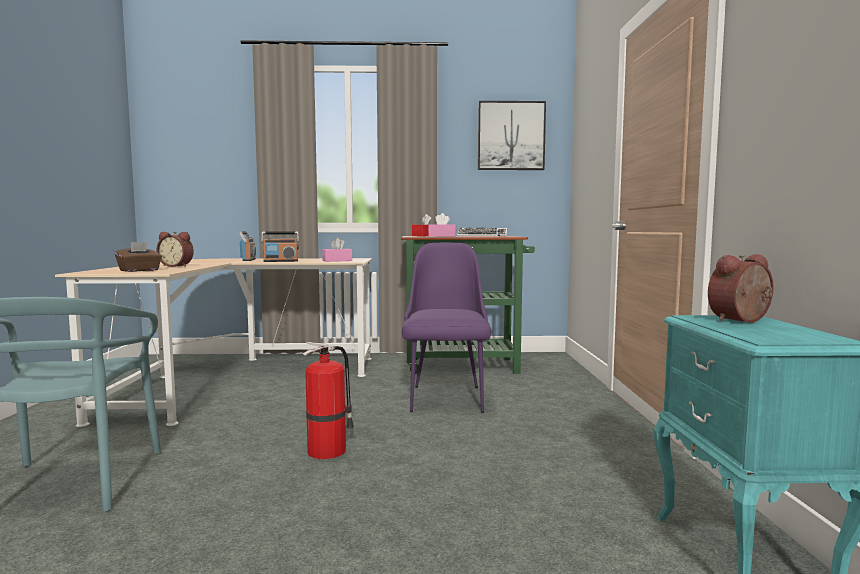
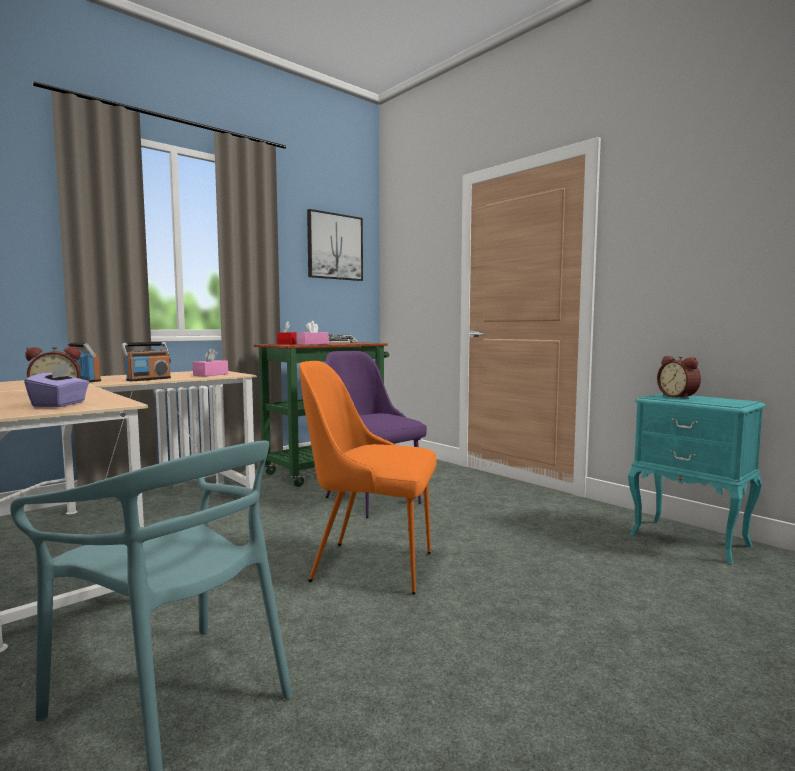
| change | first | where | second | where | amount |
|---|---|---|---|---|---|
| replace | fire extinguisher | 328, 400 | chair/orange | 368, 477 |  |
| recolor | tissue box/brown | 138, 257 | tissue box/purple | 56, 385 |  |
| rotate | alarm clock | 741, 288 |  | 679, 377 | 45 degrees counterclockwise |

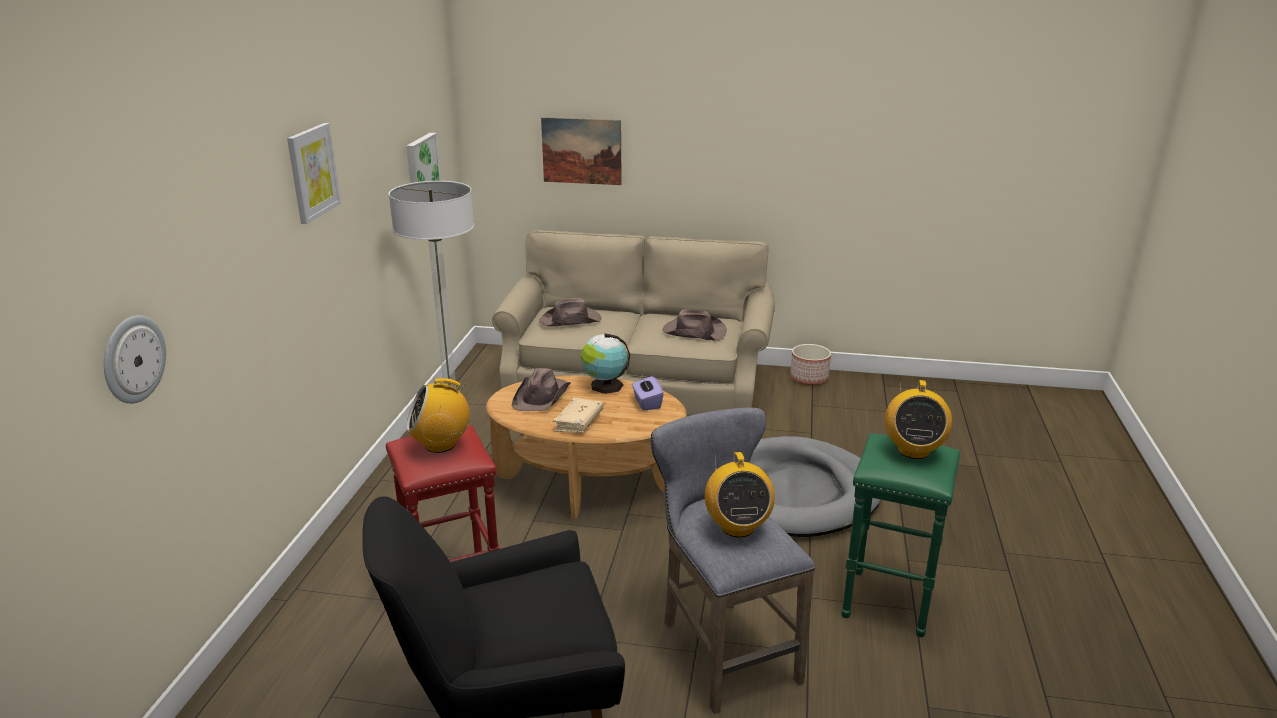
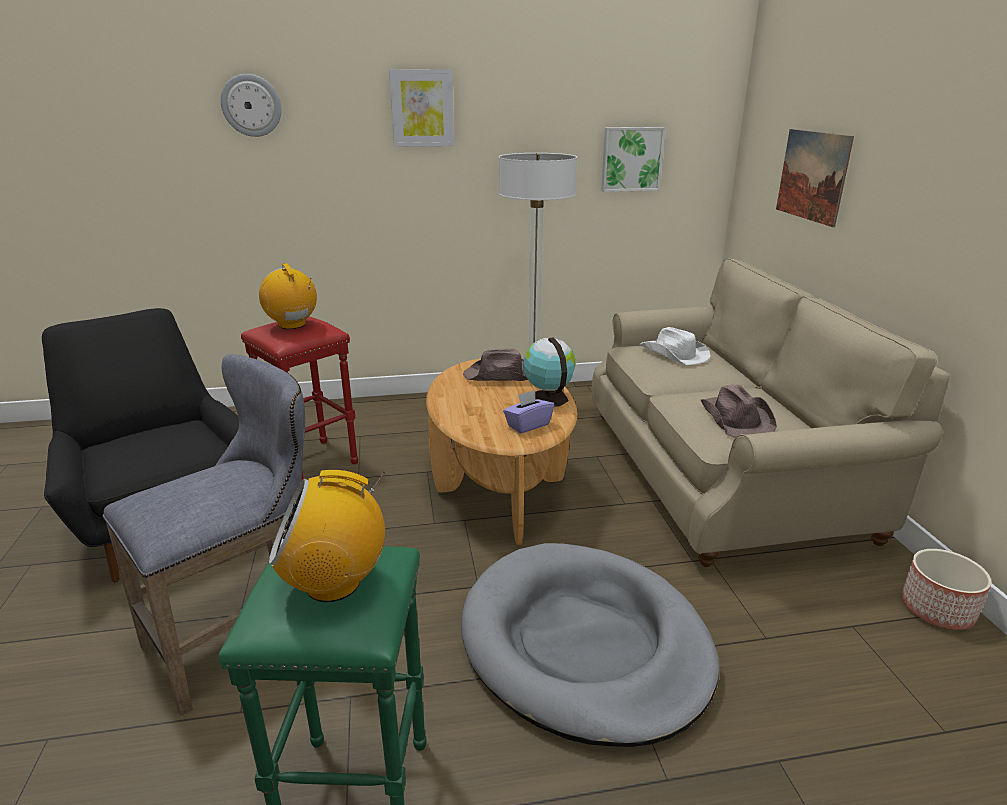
| change | first | where | second | where | amount |
|---|---|---|---|---|---|
| delete | book/beige | 578, 415 |  |  |  |
| delete | radio | 740, 495 |  |  |  |
| move | wall clock | 135, 359 |  | 251, 105 |  |
| recolor | hat/brown | 570, 312 | hat/white | 675, 346 |  |

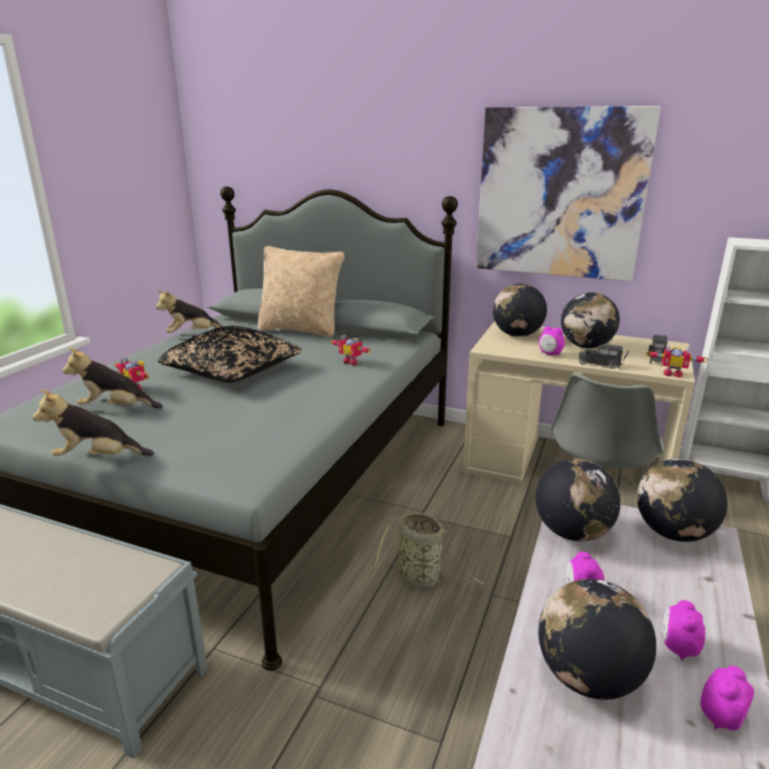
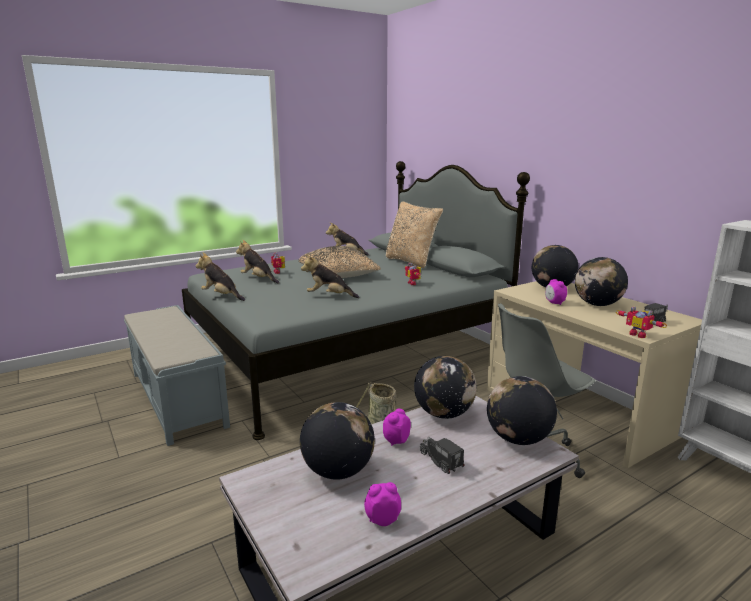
| change | first | where | second | where | amount |
|---|---|---|---|---|---|
| delete | picture | 568, 193 |  |  |  |
| delete | alarm clock | 683, 630 |  |  |  |
| insert |  |  | plush toy | 330, 276 |  |
| move | toy truck | 603, 356 |  | 442, 455 |  |
| recolor | pillow/black | 230, 354 | pillow/beige | 339, 262 |  |

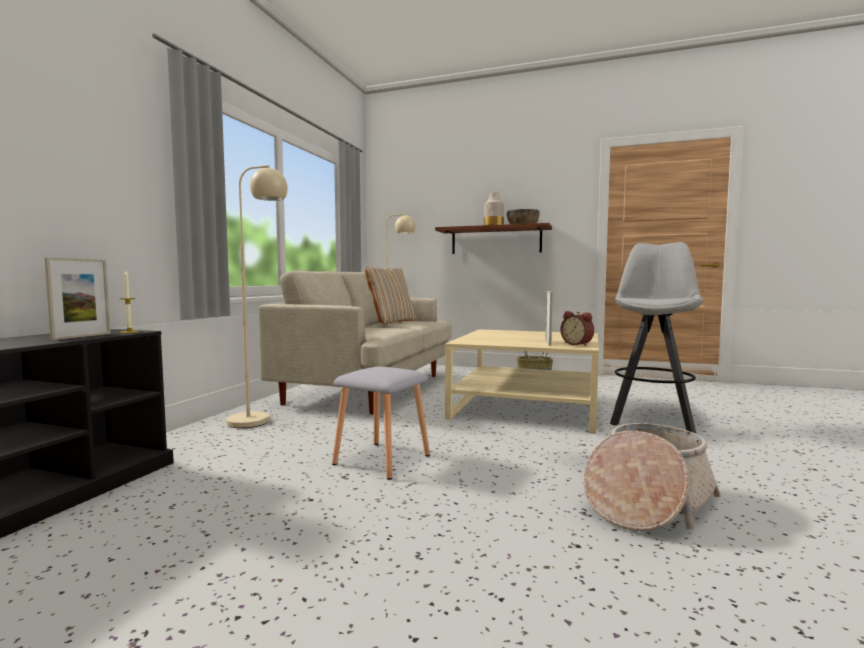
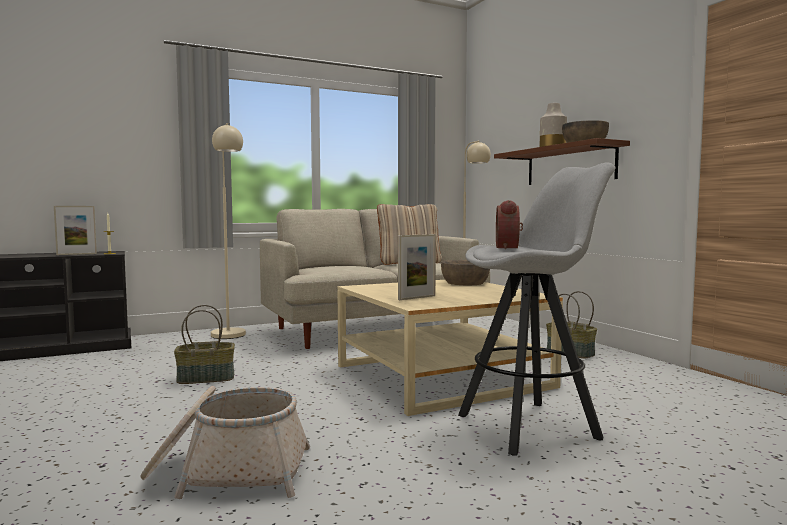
| change | first | where | second | where | amount |
|---|---|---|---|---|---|
| insert |  |  | bowl/brown | 465, 272 |  |
| move | alarm clock | 577, 328 |  | 509, 224 |  |
| replace | stool/grey | 381, 423 | basket | 204, 344 |  |

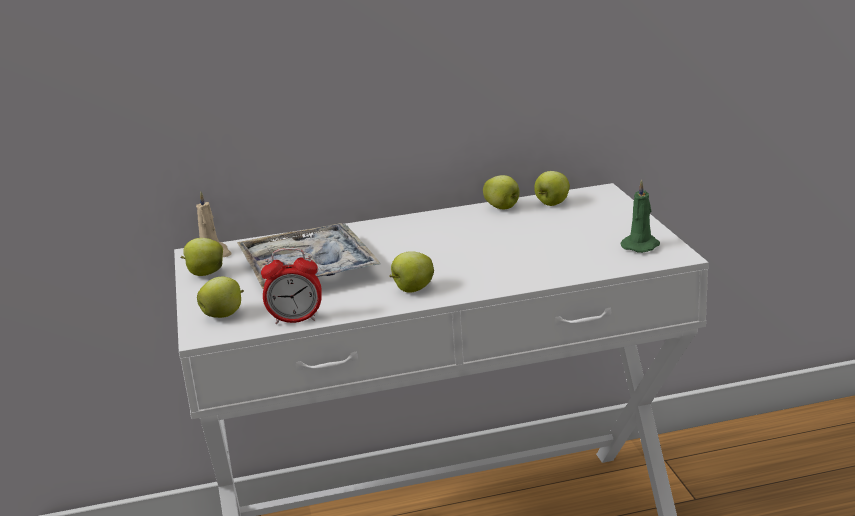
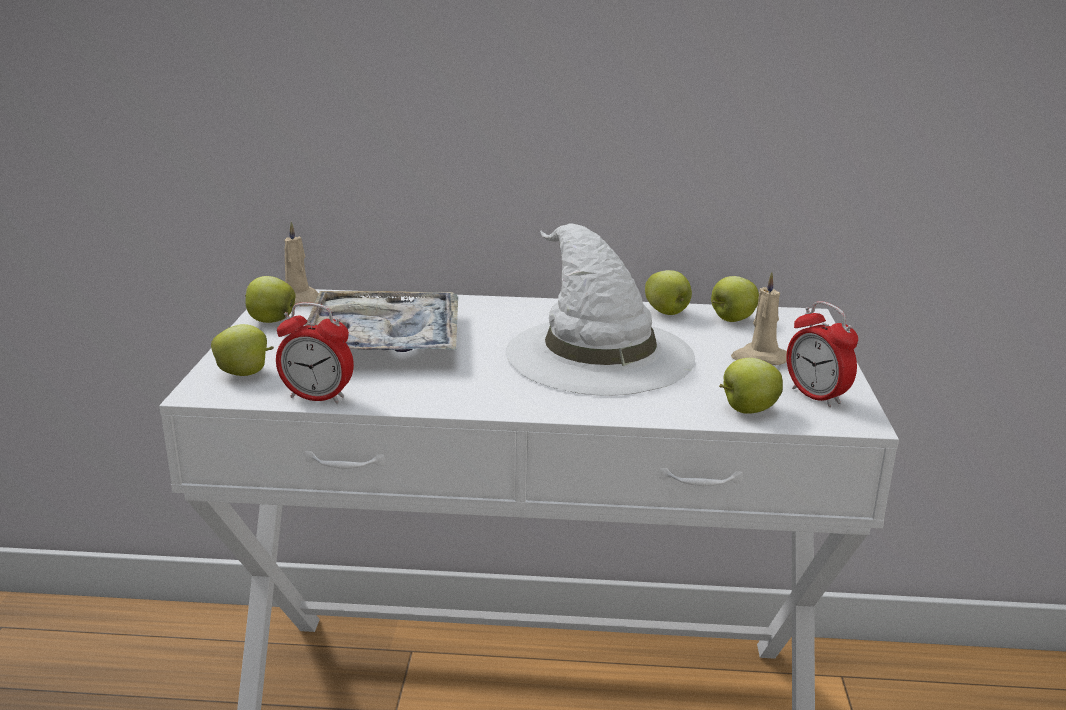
| change | first | where | second | where | amount |
|---|---|---|---|---|---|
| insert |  |  | hat/white | 600, 310 |  |
| insert |  |  | candle/beige | 759, 318 |  |
| move | apple | 411, 272 |  | 751, 386 |  |
| replace | candle/green | 640, 216 | alarm clock | 822, 354 |  |

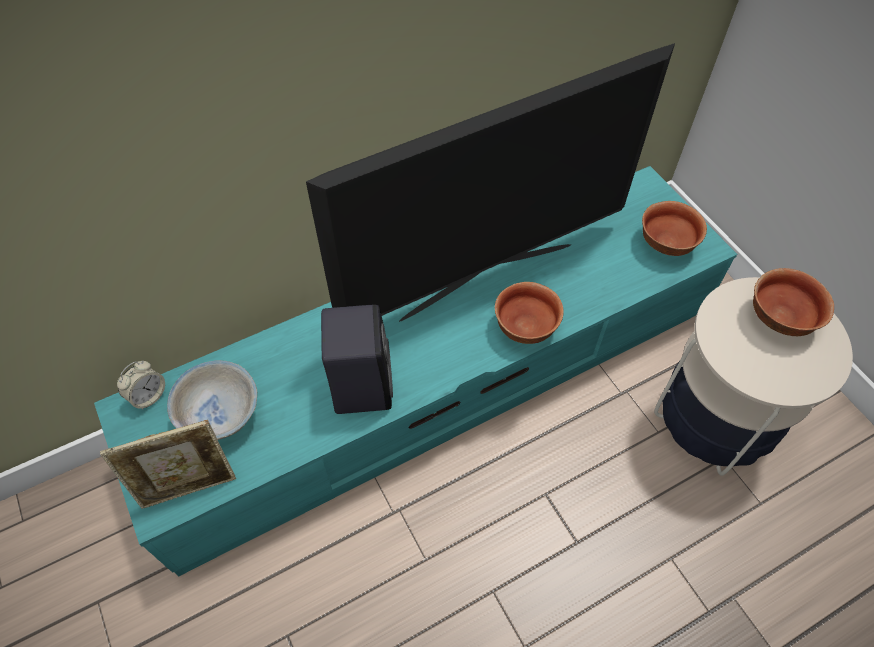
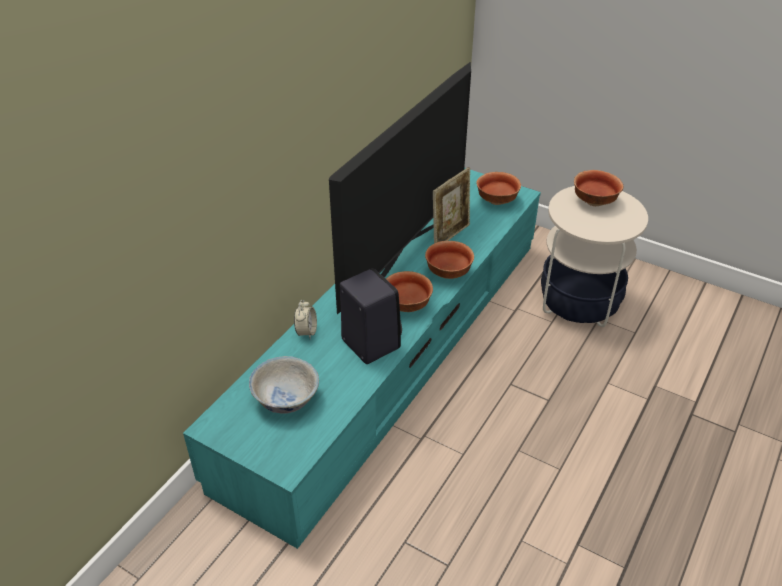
| change | first | where | second | where | amount |
|---|---|---|---|---|---|
| insert |  |  | bowl | 409, 291 |  |
| move | picture frame | 168, 464 |  | 451, 205 |  |
| move | alarm clock | 141, 385 |  | 305, 319 |  |

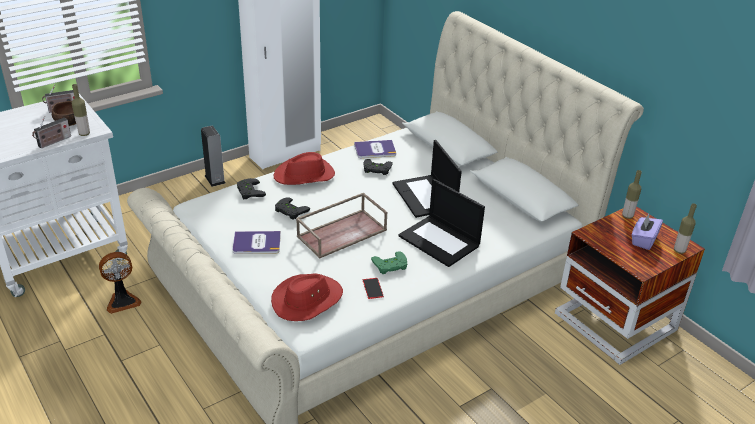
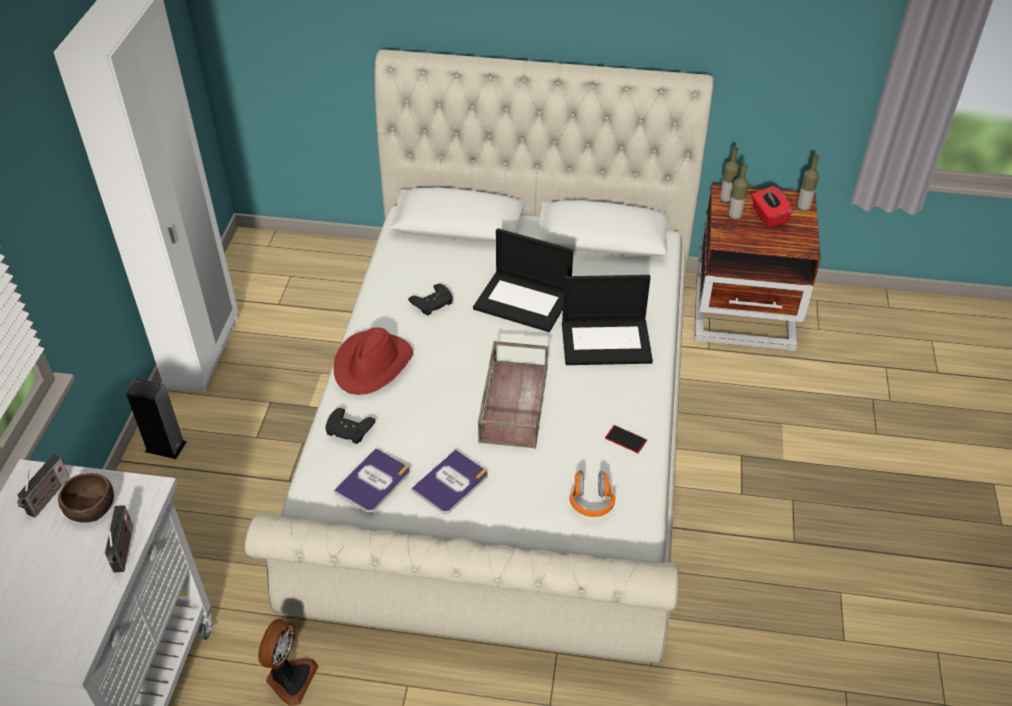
| change | first | where | second | where | amount |
|---|---|---|---|---|---|
| delete | game controller/black | 292, 208 |  |  |  |
| delete | game controller/green | 389, 262 |  |  |  |
| move | bottle | 81, 110 |  | 738, 191 |  |
| move | book | 375, 149 |  | 372, 480 |  |
| replace | hat/red | 307, 297 | headphones/orange | 592, 493 |  |
| recolor | tissue box/purple | 647, 232 | tissue box/red | 772, 206 |  |

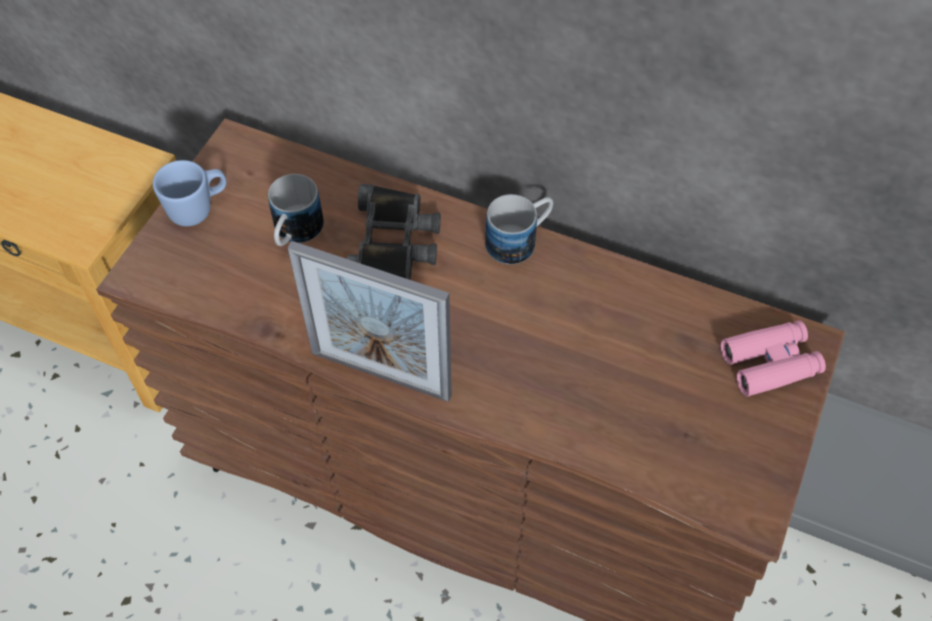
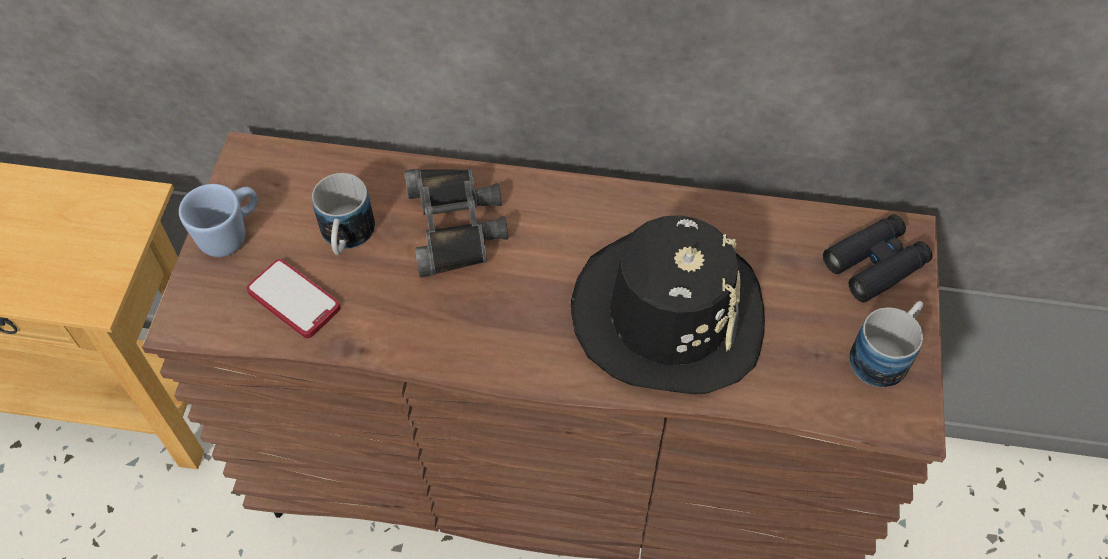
| change | first | where | second | where | amount |
|---|---|---|---|---|---|
| delete | picture frame | 370, 321 |  |  |  |
| insert |  |  | phone | 293, 298 |  |
| insert |  |  | hat/black | 668, 305 |  |
| move | mug | 519, 229 |  | 886, 344 |  |
| recolor | binoculars/pink | 773, 358 | binoculars/black | 878, 258 |  |

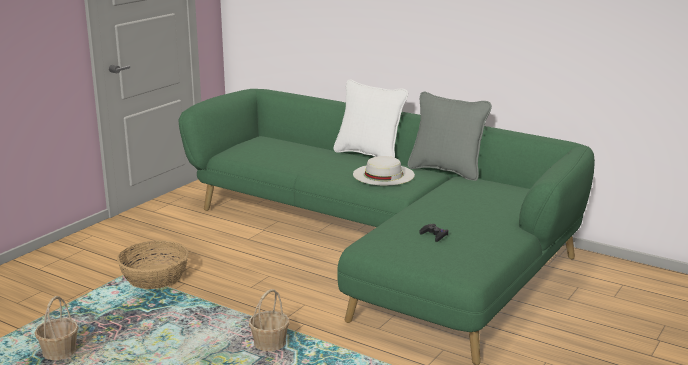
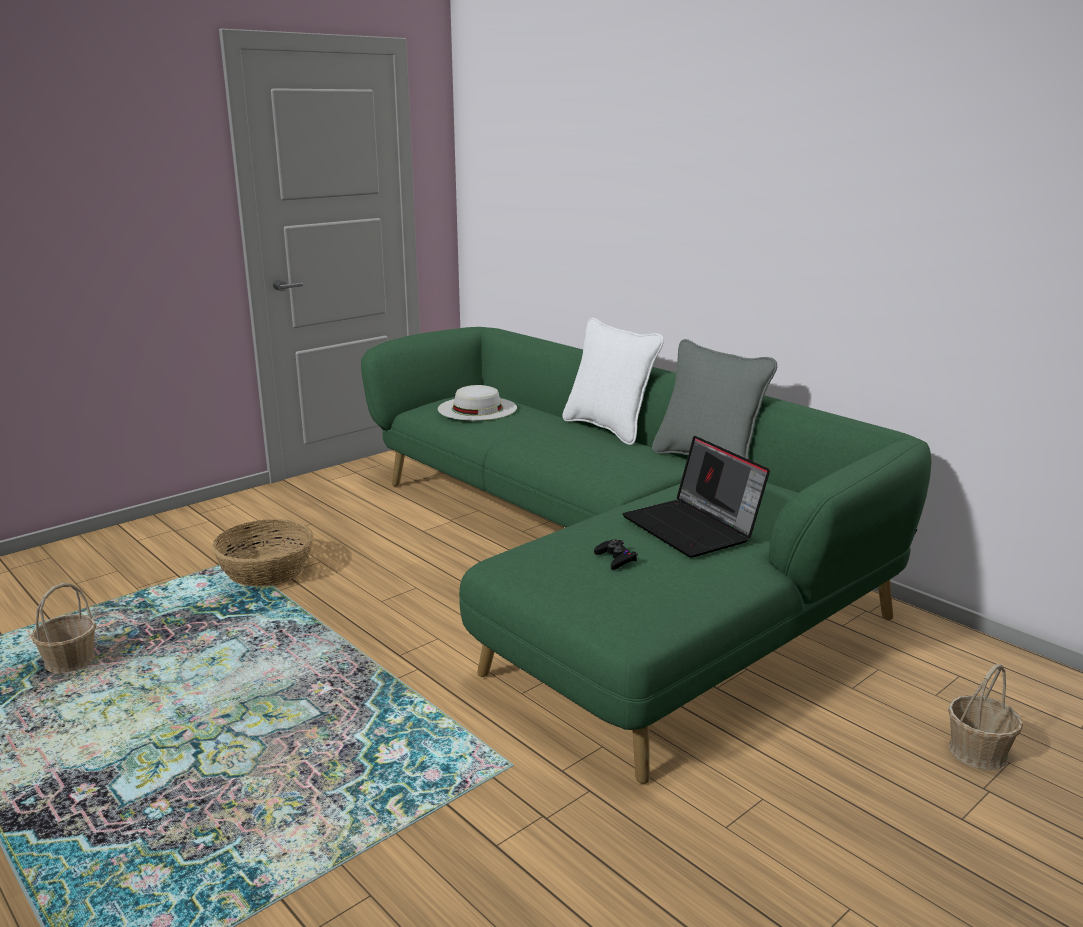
| change | first | where | second | where | amount |
|---|---|---|---|---|---|
| insert |  |  | laptop | 696, 497 |  |
| move | basket | 269, 320 |  | 985, 717 |  |
| move | hat/white | 384, 170 |  | 477, 403 |  |

